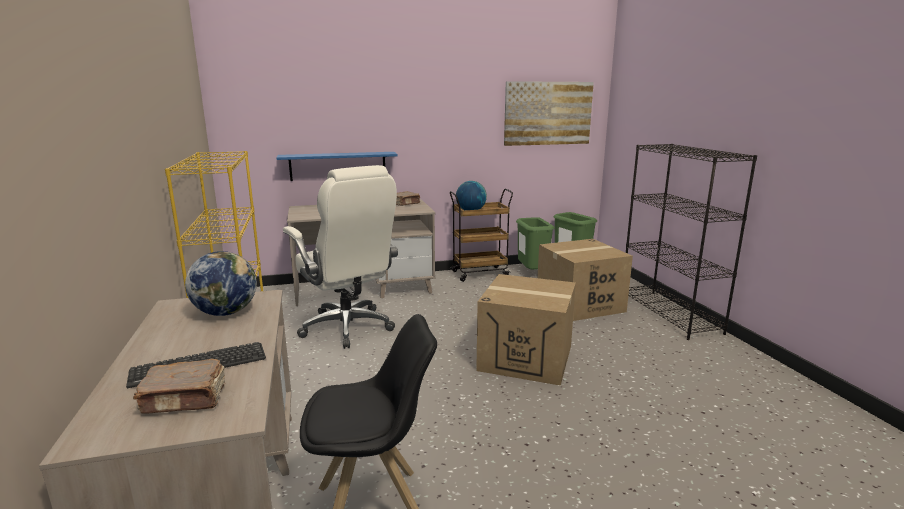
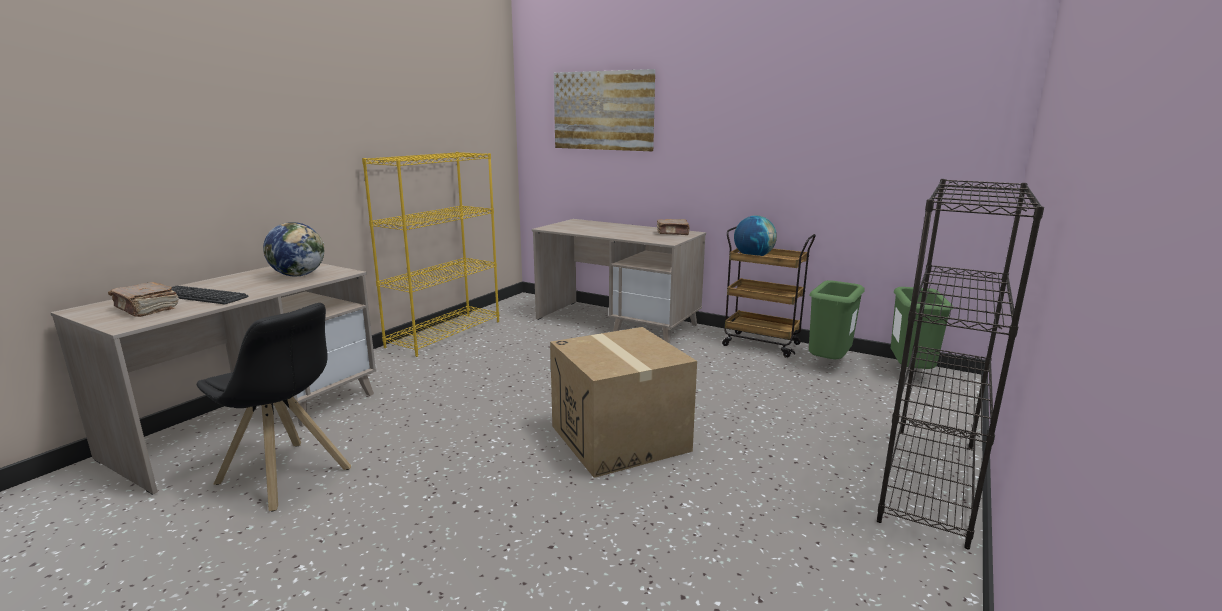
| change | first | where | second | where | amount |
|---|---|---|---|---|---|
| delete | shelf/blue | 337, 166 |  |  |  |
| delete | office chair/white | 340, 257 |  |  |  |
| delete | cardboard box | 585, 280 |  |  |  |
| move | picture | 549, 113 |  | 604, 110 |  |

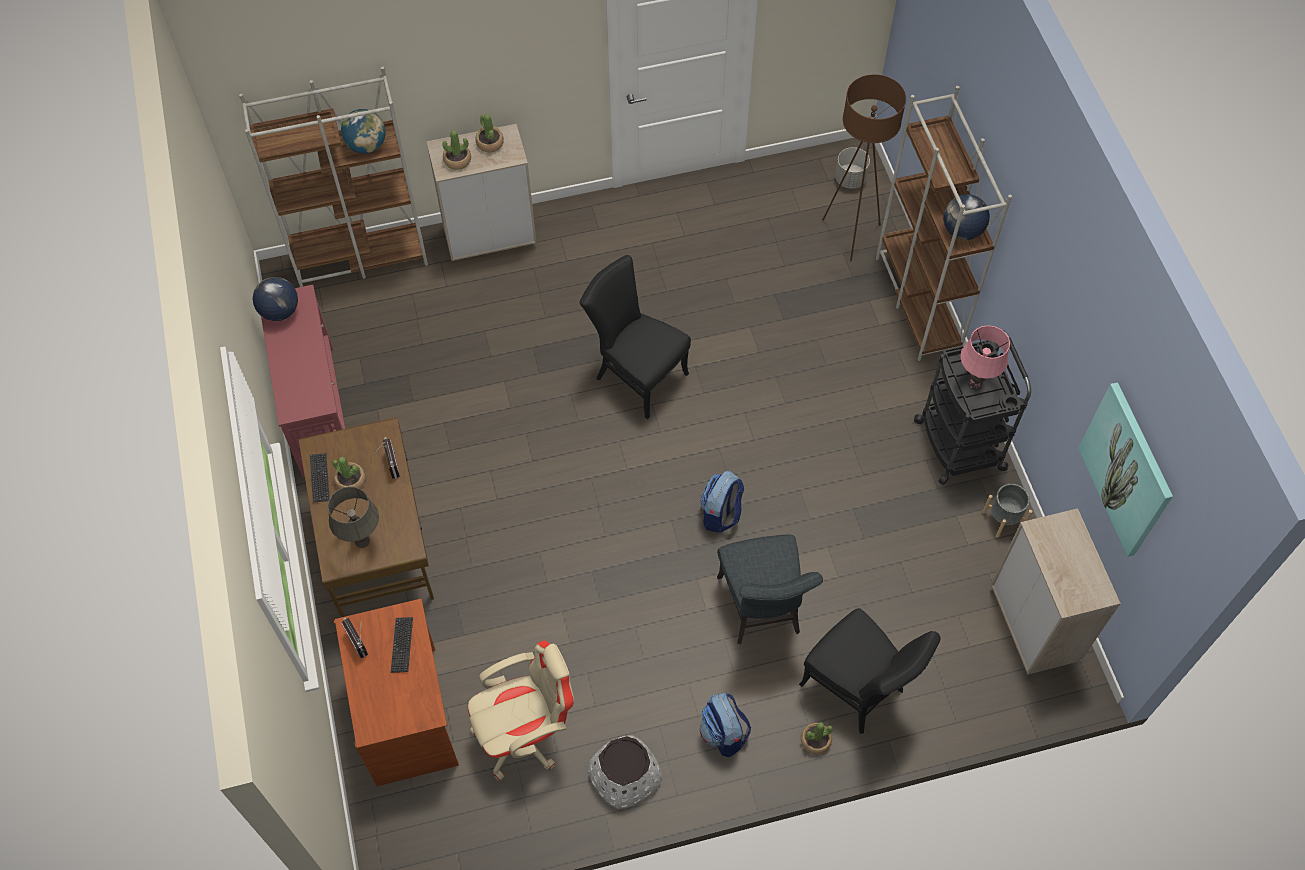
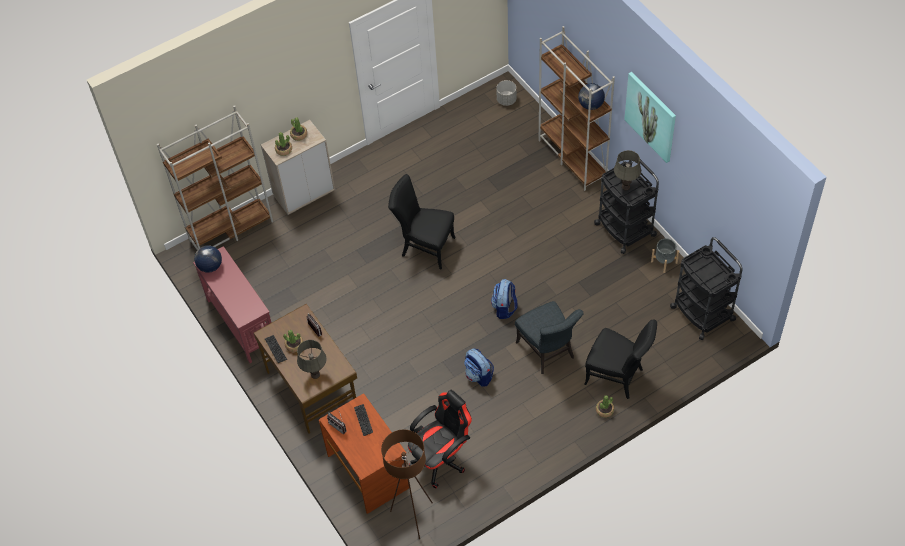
| change | first | where | second | where | amount |
|---|---|---|---|---|---|
| delete | globe | 363, 131 |  |  |  |
| delete | planter/white | 625, 772 |  |  |  |
| move | backpack | 725, 725 |  | 479, 367 |  |
| move | floor lamp/brown | 864, 167 |  | 407, 484 |  |
| move | picture | 1125, 469 |  | 650, 117 |  |
| replace | cabinet/beige | 1056, 591 | cart/black | 706, 288 |  |
| recolor | office chair/beige | 521, 711 | office chair/black | 440, 439 |  |
| recolor | table lamp/pink | 985, 357 | table lamp/grey | 627, 170 |  |

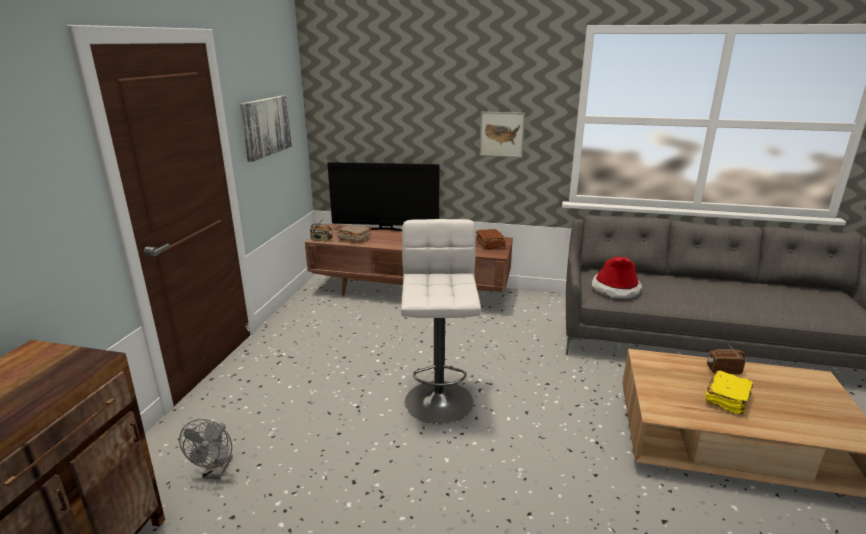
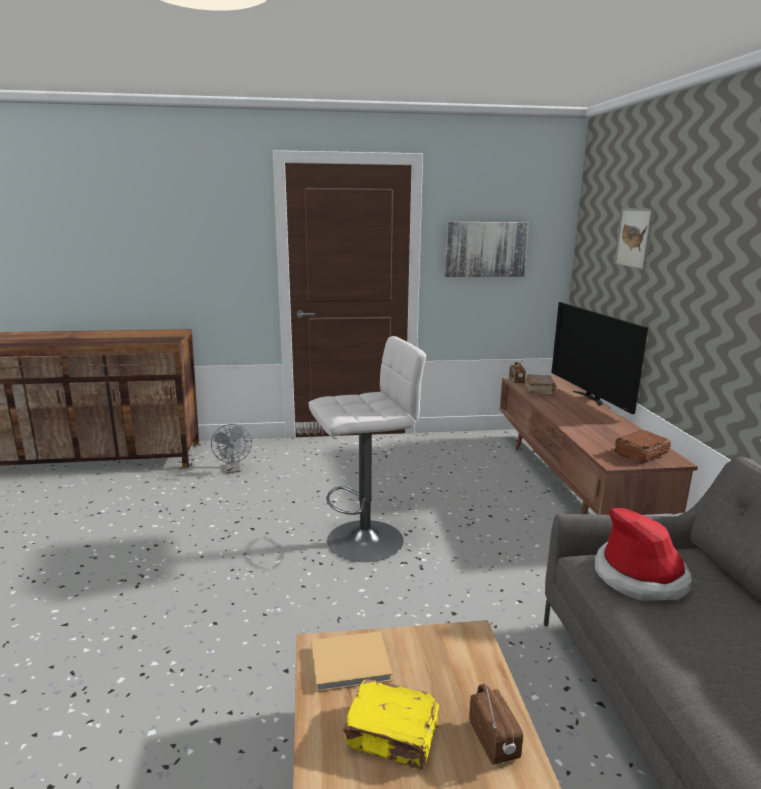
| change | first | where | second | where | amount |
|---|---|---|---|---|---|
| insert |  |  | book/beige | 352, 661 |  |
| move | picture | 502, 135 |  | 634, 239 |  |
| rotate | fan/grey | 206, 449 |  | 231, 448 | 90 degrees counterclockwise |

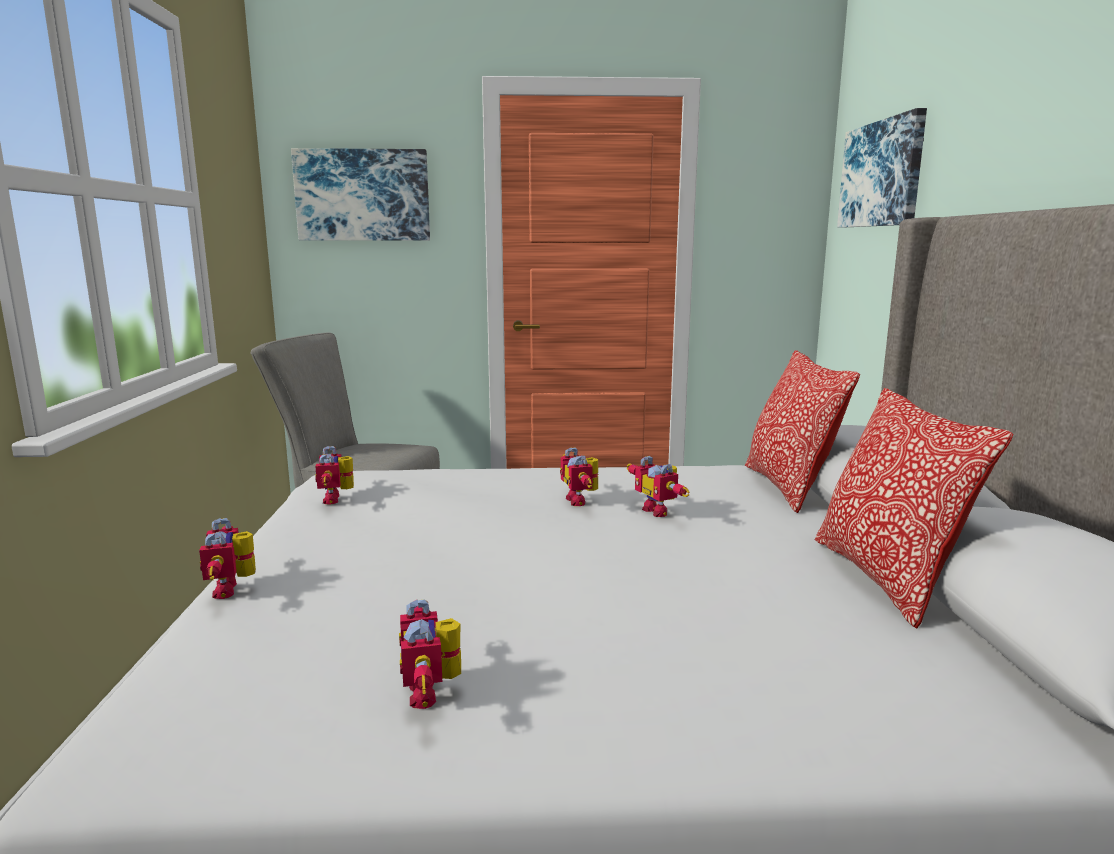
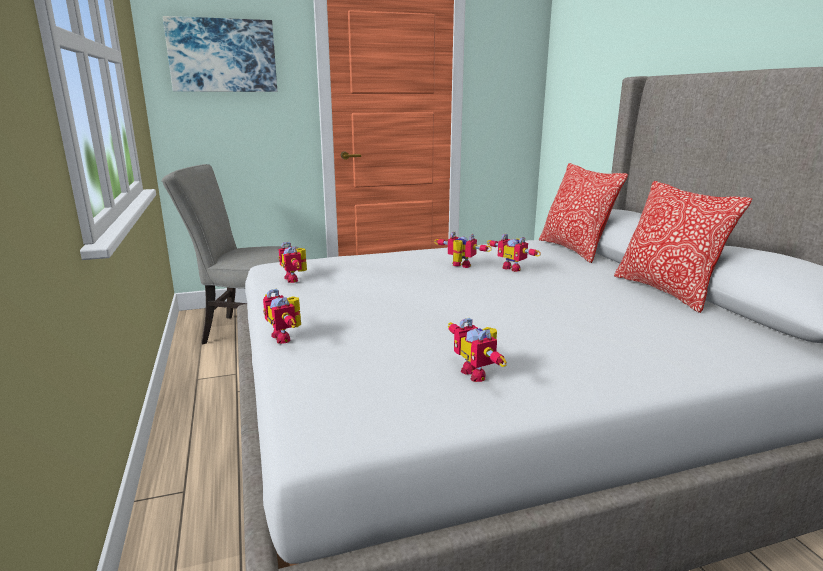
| change | first | where | second | where | amount |
|---|---|---|---|---|---|
| delete | picture | 882, 167 |  |  |  |
| rotate | toy robot | 579, 476 |  | 463, 250 | 150 degrees clockwise |

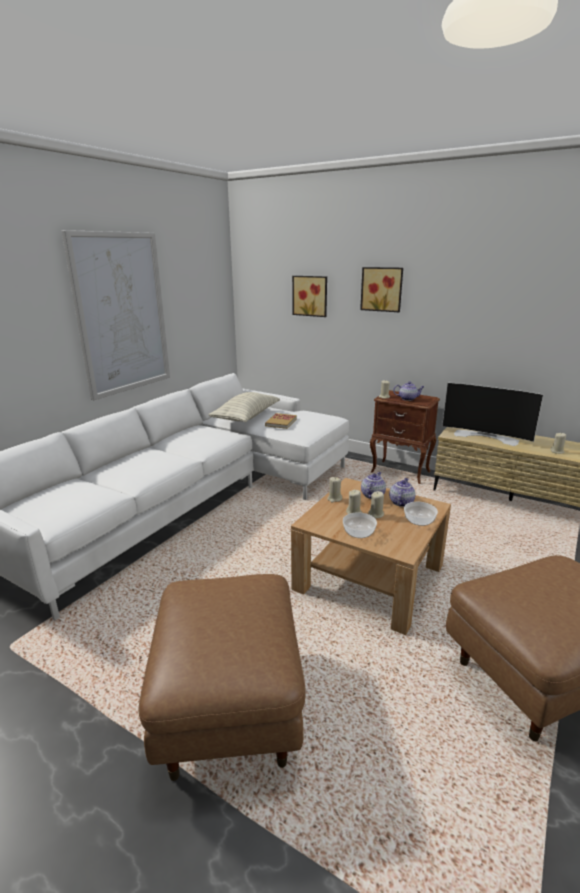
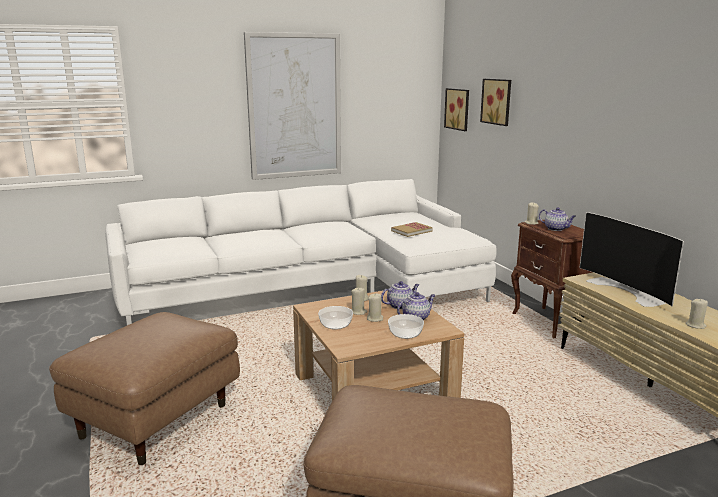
| change | first | where | second | where | amount |
|---|---|---|---|---|---|
| delete | pillow | 244, 407 |  |  |  |
| move | picture | 381, 289 |  | 456, 109 |  |

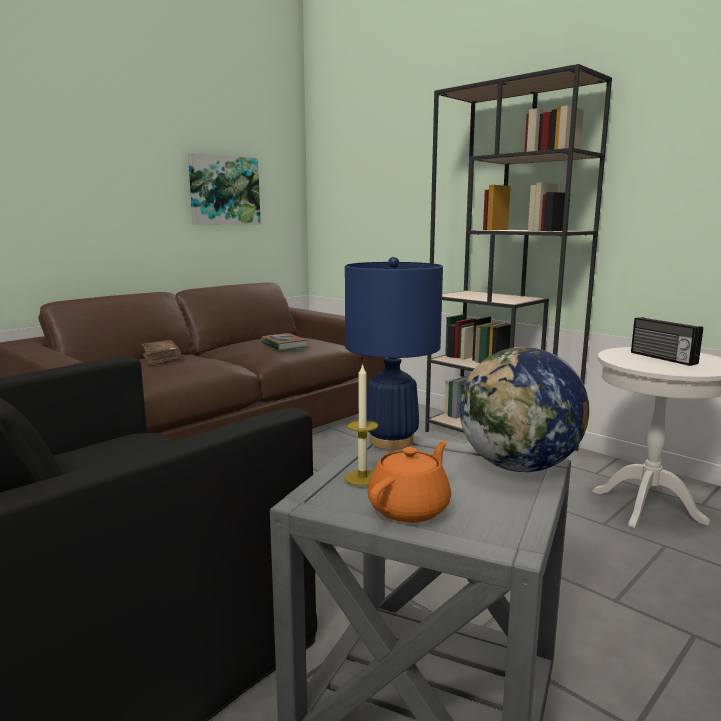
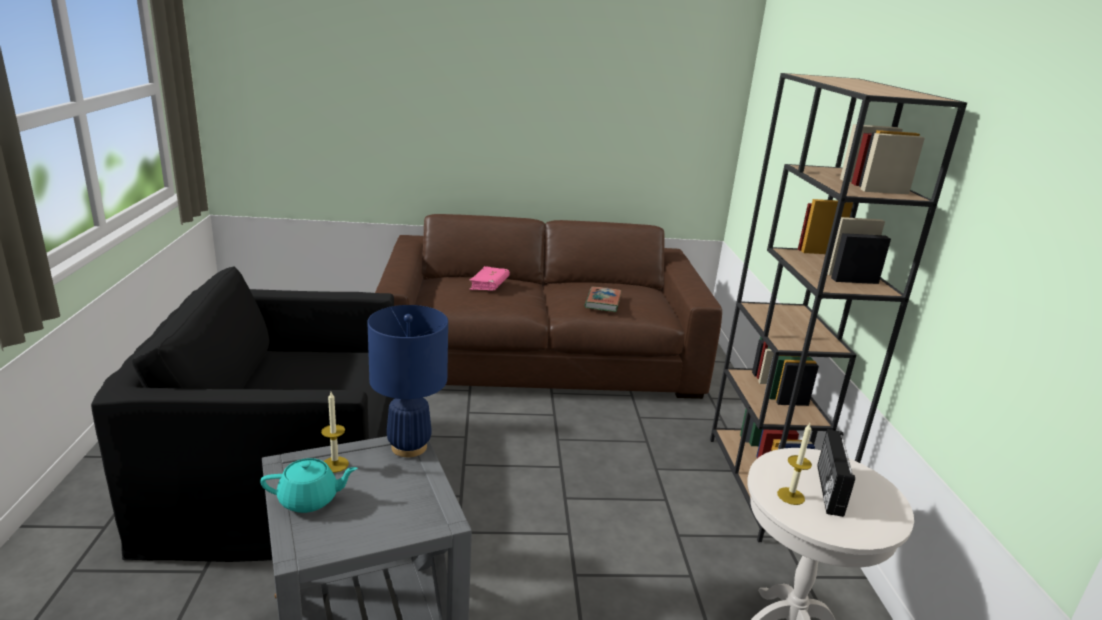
| change | first | where | second | where | amount |
|---|---|---|---|---|---|
| delete | picture | 224, 189 |  |  |  |
| delete | globe | 524, 409 |  |  |  |
| insert |  |  | candle | 794, 464 |  |
| recolor | book/brown | 161, 352 | book/pink | 489, 278 |  |
| recolor | teapot/orange | 409, 482 | teapot/turquoise | 309, 485 |  |

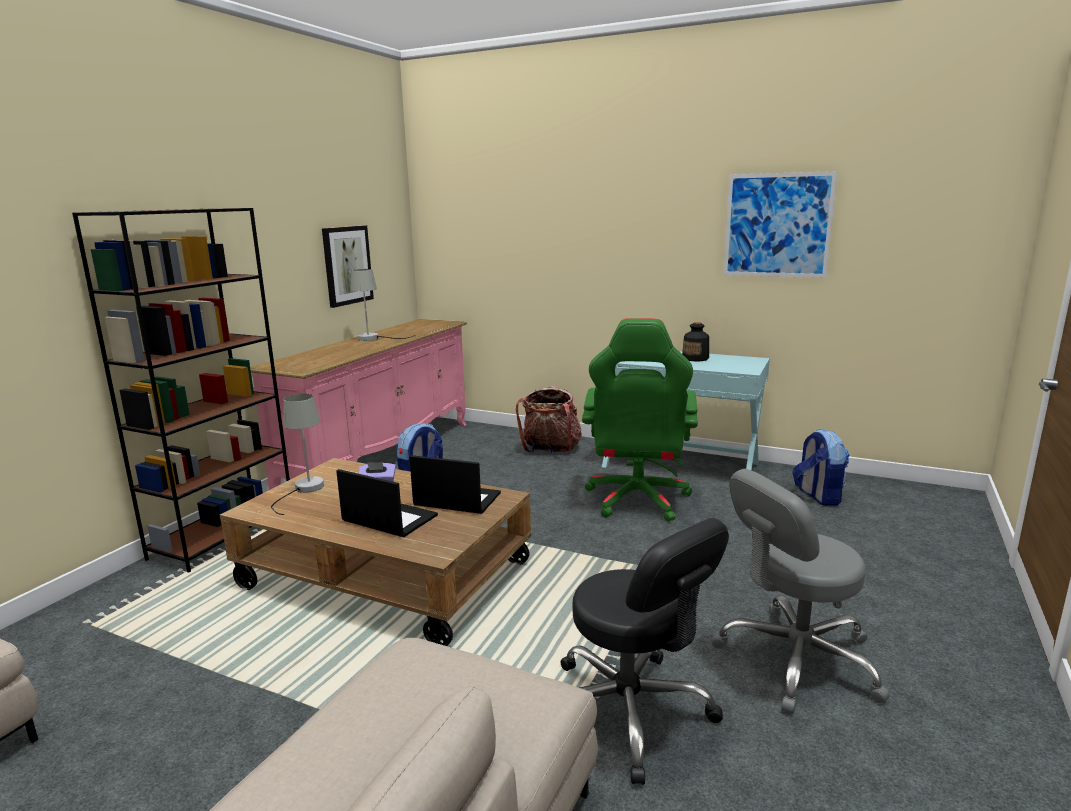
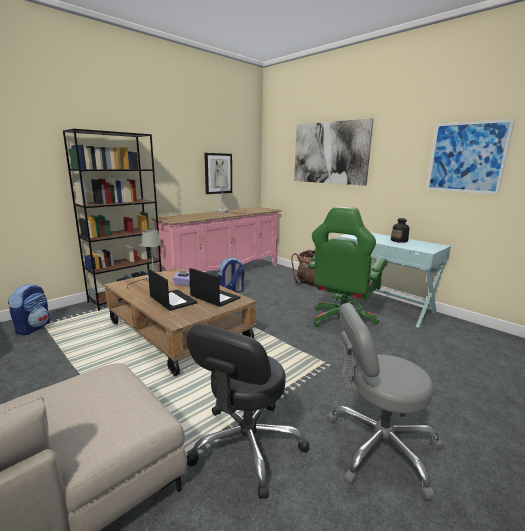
| change | first | where | second | where | amount |
|---|---|---|---|---|---|
| insert |  |  | picture | 334, 152 |  |
| move | backpack | 821, 467 |  | 29, 309 |  |
| rotate | office chair/black | 645, 651 |  | 247, 411 | 45 degrees clockwise |

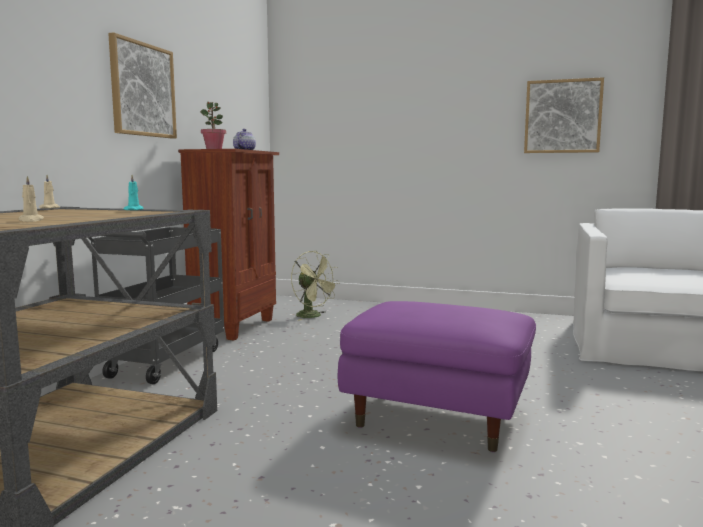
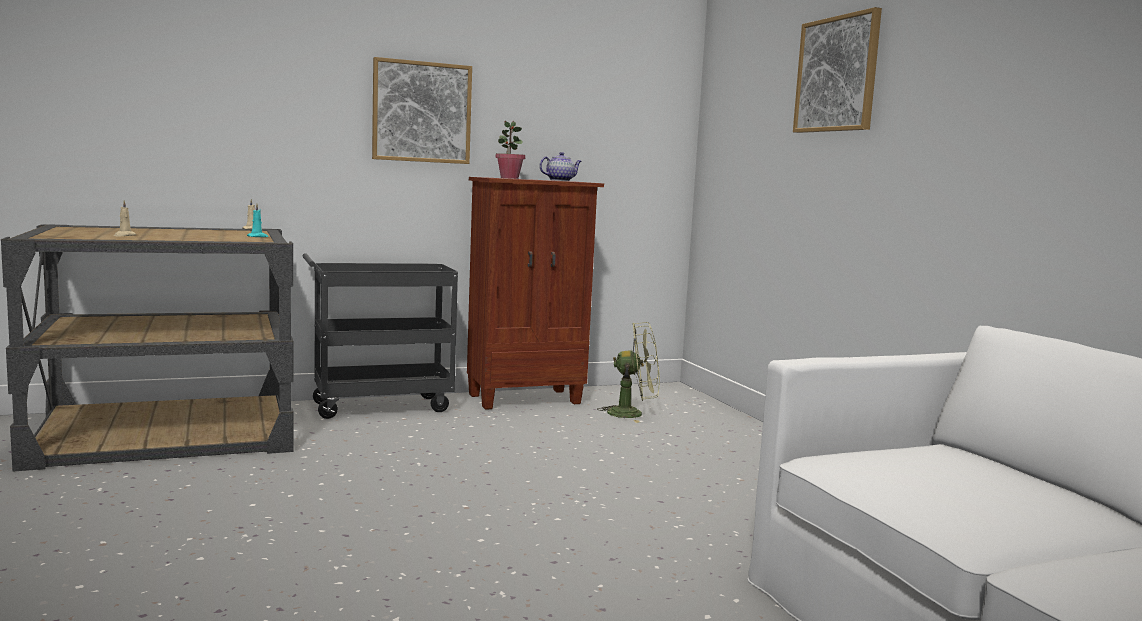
| change | first | where | second | where | amount |
|---|---|---|---|---|---|
| delete | ottoman/purple | 437, 376 |  |  |  |
| move | picture | 564, 115 |  | 837, 70 |  |
| rotate | fan/green | 315, 286 |  | 628, 372 | 90 degrees counterclockwise |

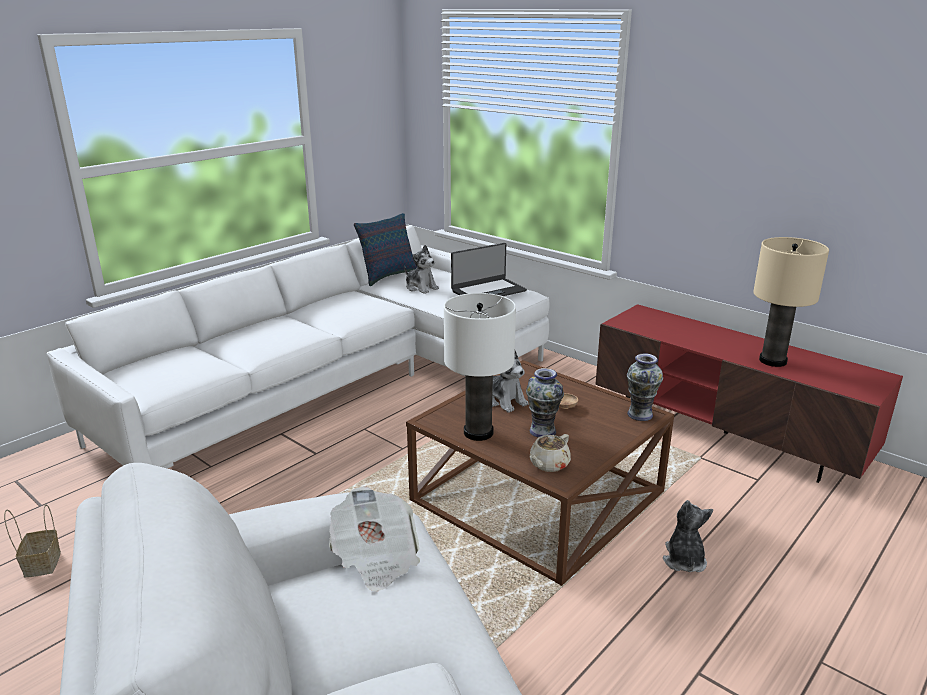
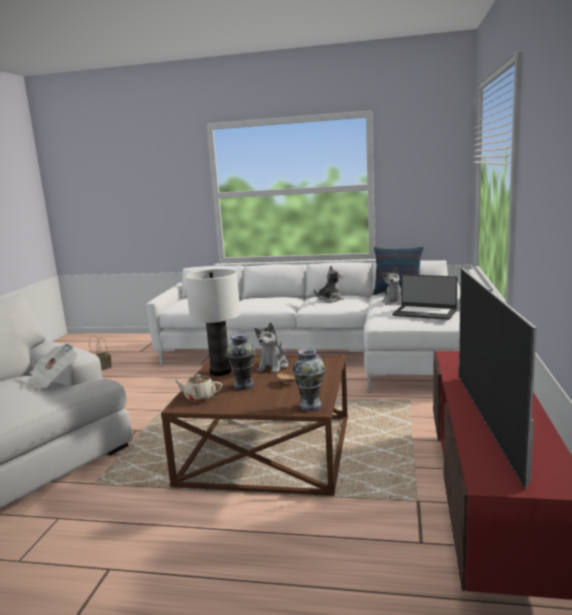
| change | first | where | second | where | amount |
|---|---|---|---|---|---|
| move | plush toy | 688, 536 |  | 329, 284 |  |
| replace | table lamp/beige | 791, 302 | television | 498, 378 |  |

